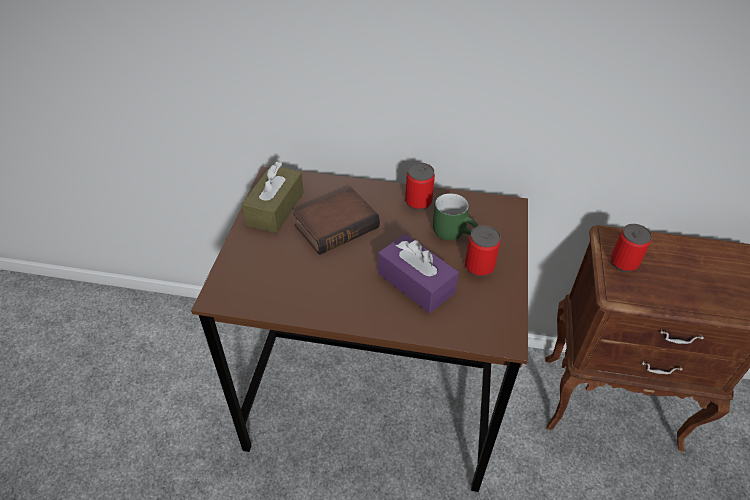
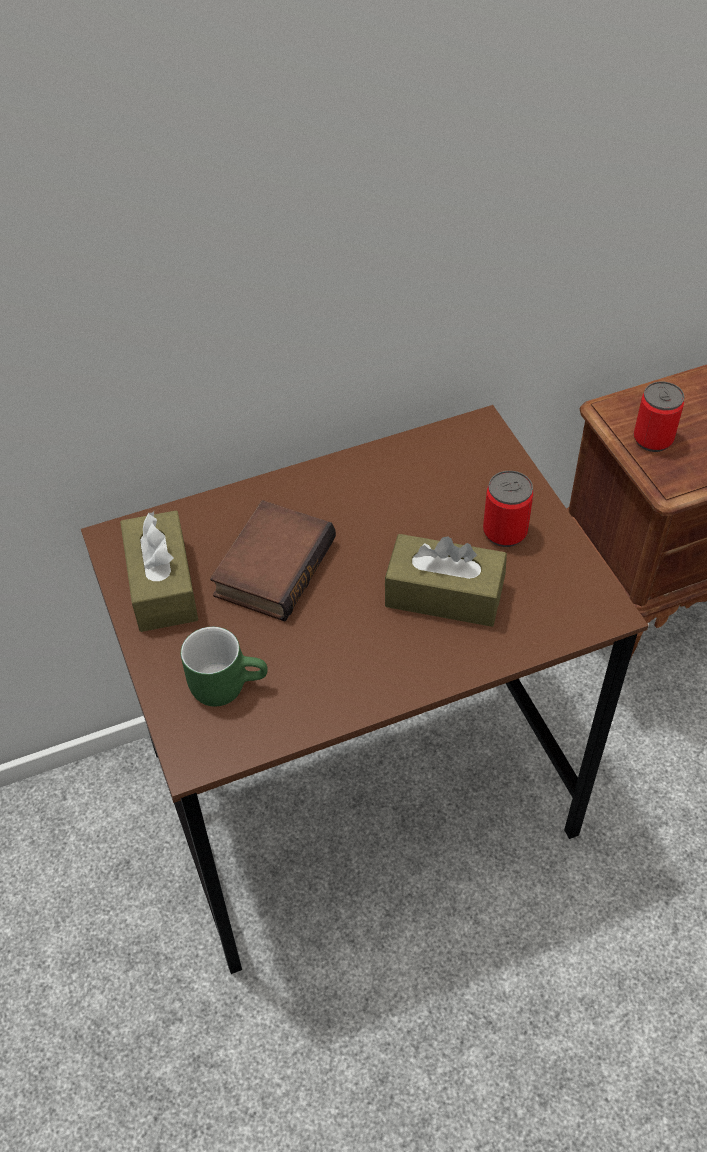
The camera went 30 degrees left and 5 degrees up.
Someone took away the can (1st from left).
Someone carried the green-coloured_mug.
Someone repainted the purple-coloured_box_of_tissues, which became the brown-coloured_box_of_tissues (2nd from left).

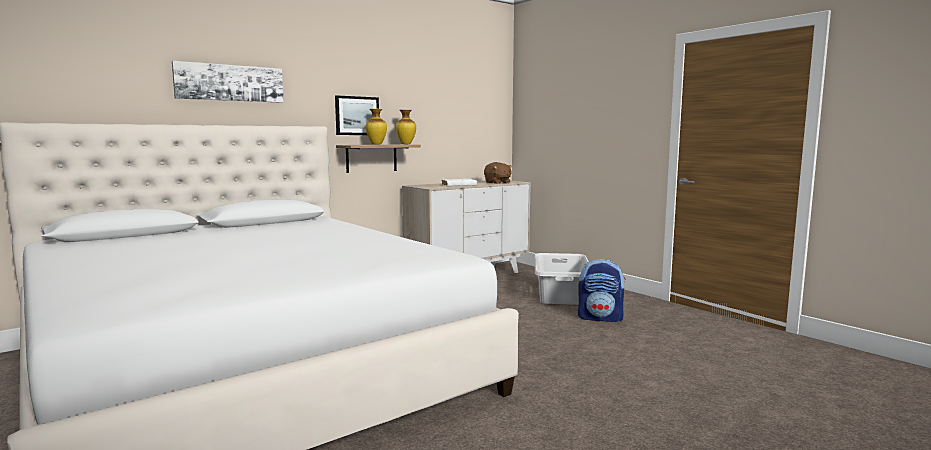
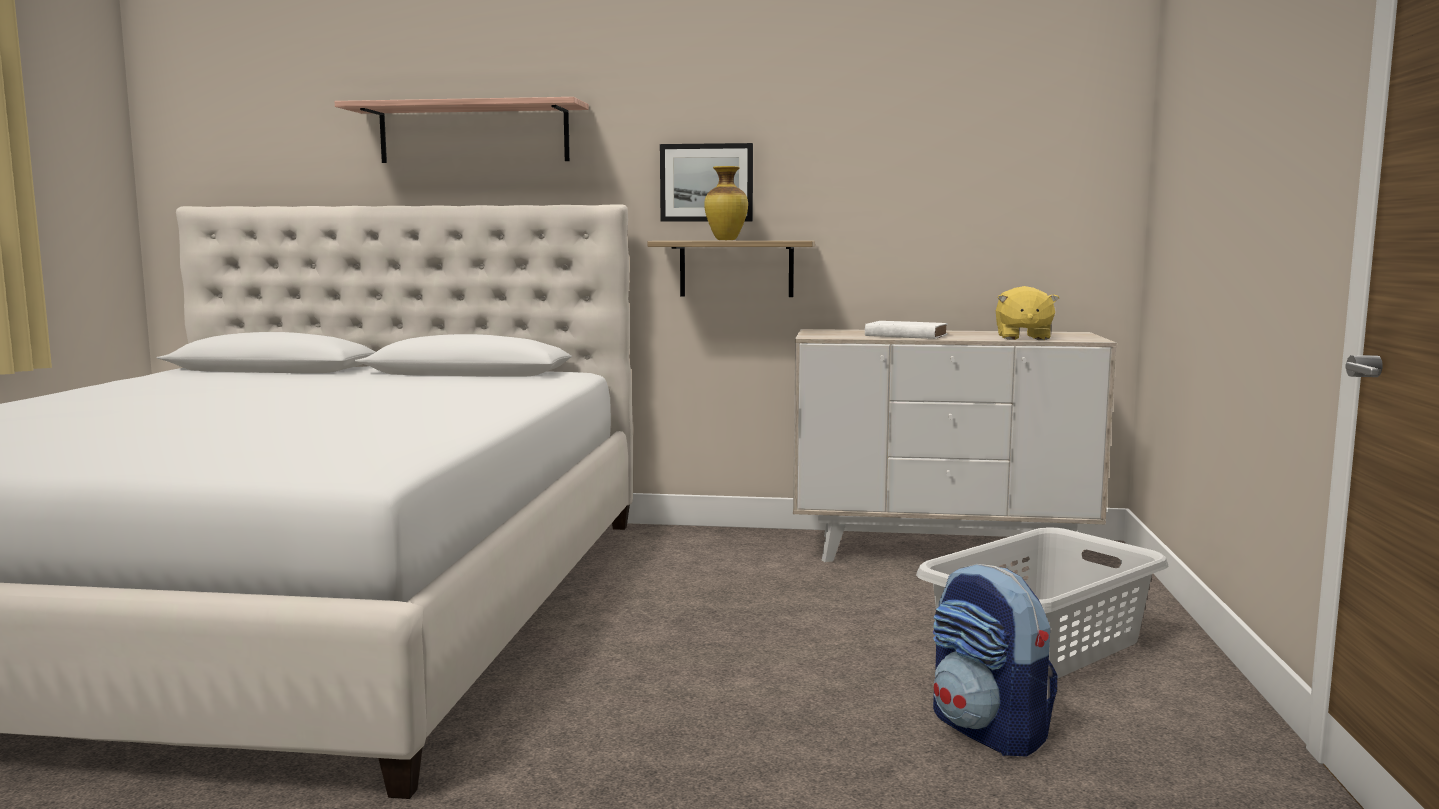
The camera went 45 degrees right and 0 degrees up.
Someone swapped the wall_art (1st from left) for the shelf (1st from left).
Someone took away the decorative_vase (2nd from left).
Someone repainted the brown-coloured_cuddly_toy, which became the yellow_cuddly_toy.

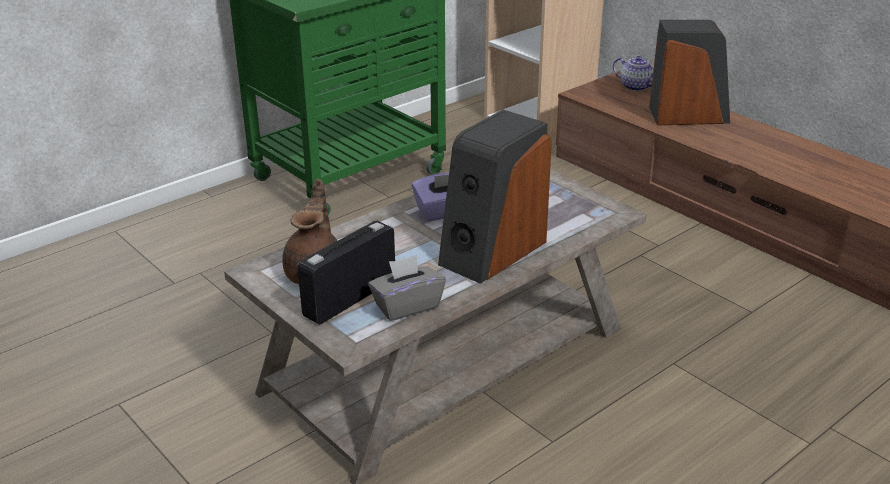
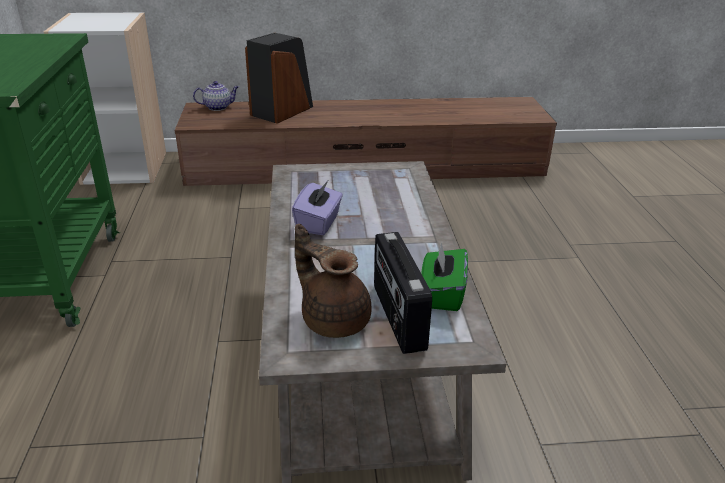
The camera went 55 degrees left and 0 degrees up.
Someone took away the speaker (1st from left).
Someone repainted the greyish_box_of_tissues, which became the green-coloured_box_of_tissues.

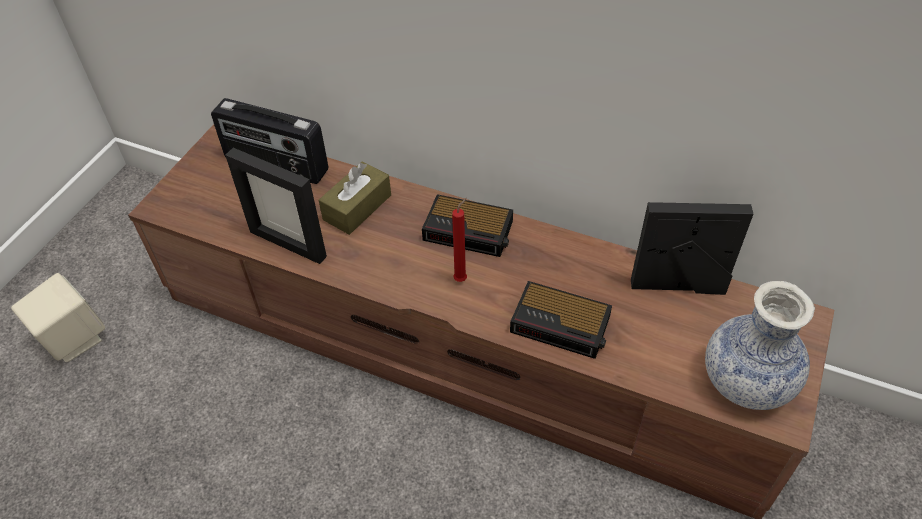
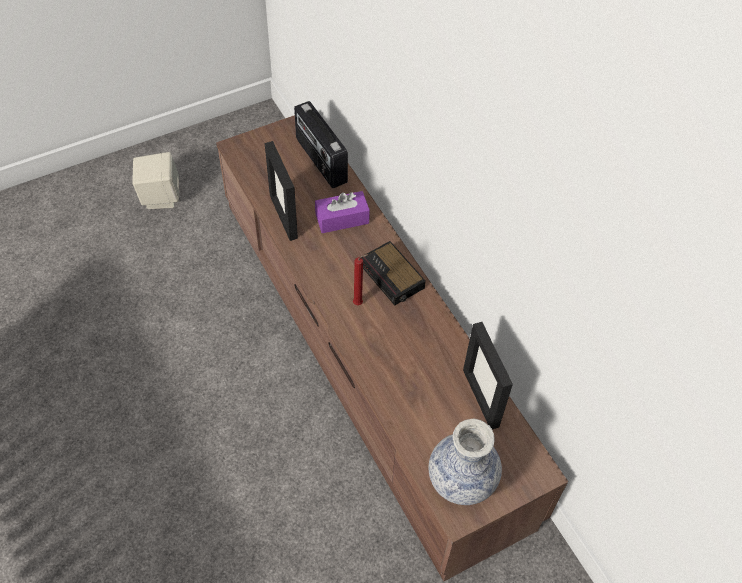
The camera went 35 degrees right and 5 degrees up.
Someone repainted the brown-coloured_box_of_tissues, which became the purple-coloured_box_of_tissues.
Someone rotated the photo_frame (2nd from left) by 150 degrees counterclockwise.
Someone took away the alarm_clock (2nd from left).

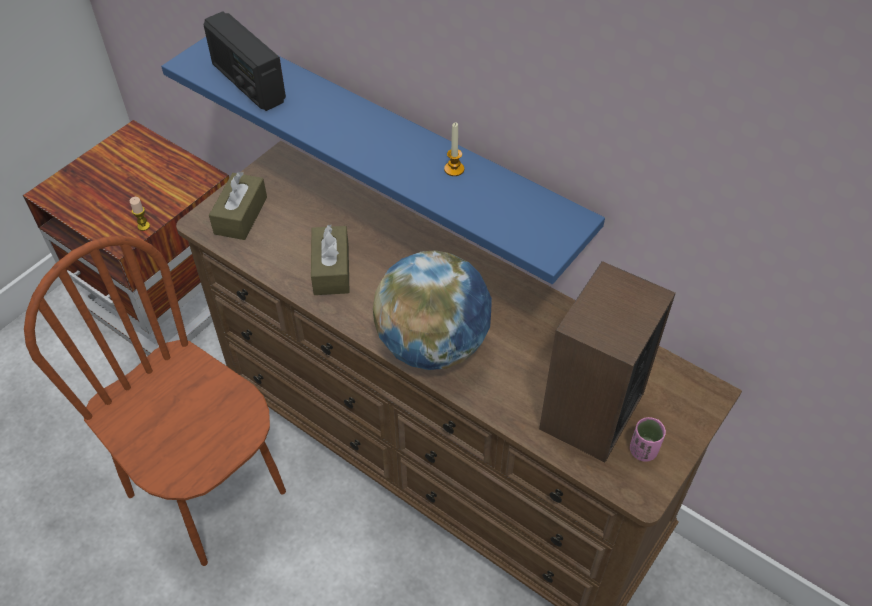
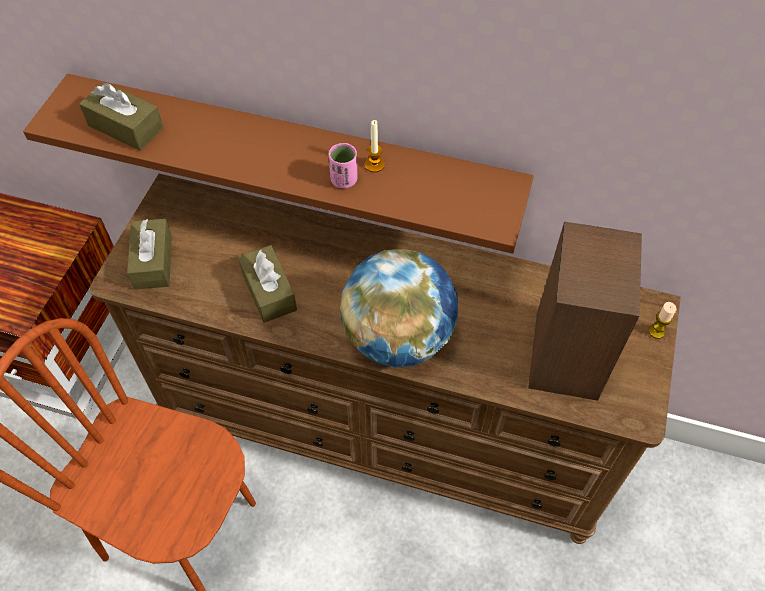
The camera went 20 degrees left and 5 degrees up.
Someone swapped the radio for the brown-coloured_box_of_tissues (1st from left).
Someone repainted the blue_shelf, which became the brown-coloured_shelf.
Someone carried the wax_candle (1st from left in the first image).
Someone carried the pinkish_cup.

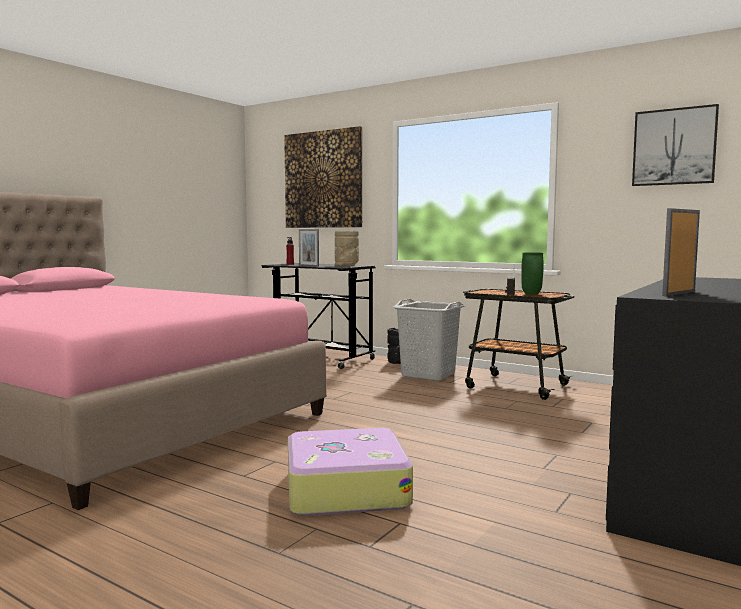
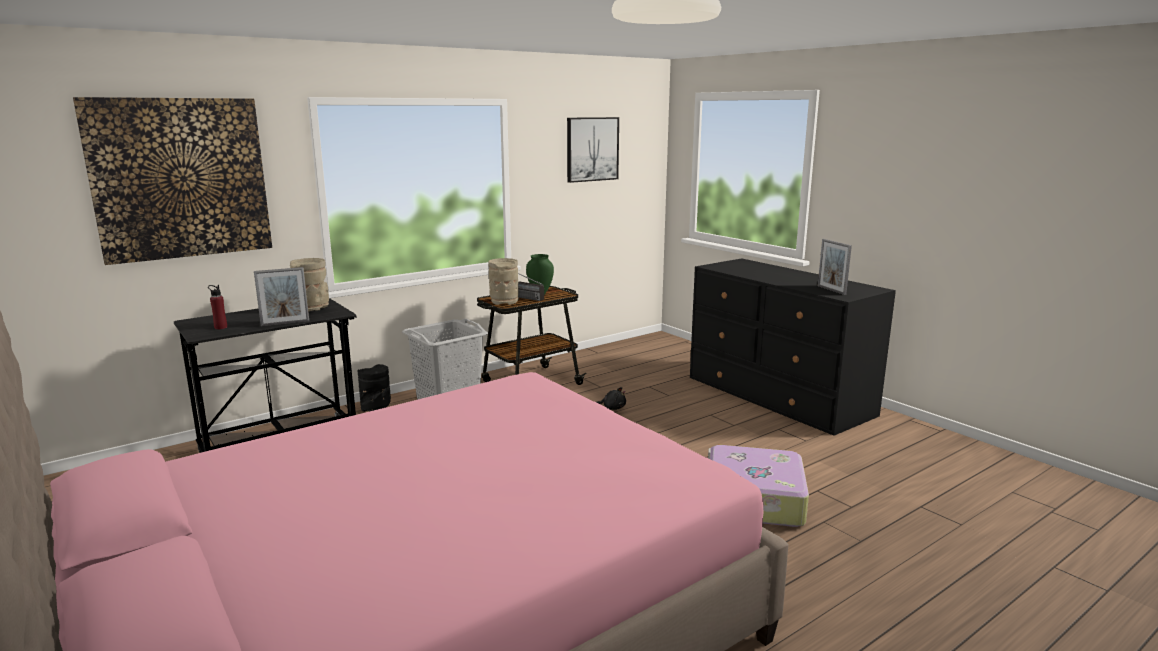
The camera went 70 degrees left and 10 degrees up.
Someone put down the sand-coloured_decorative_vase (2nd from left).
Someone put down the blackish_cuddly_toy.

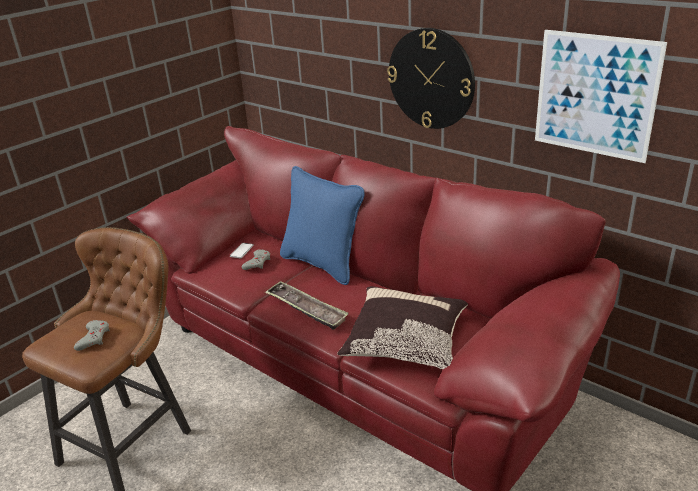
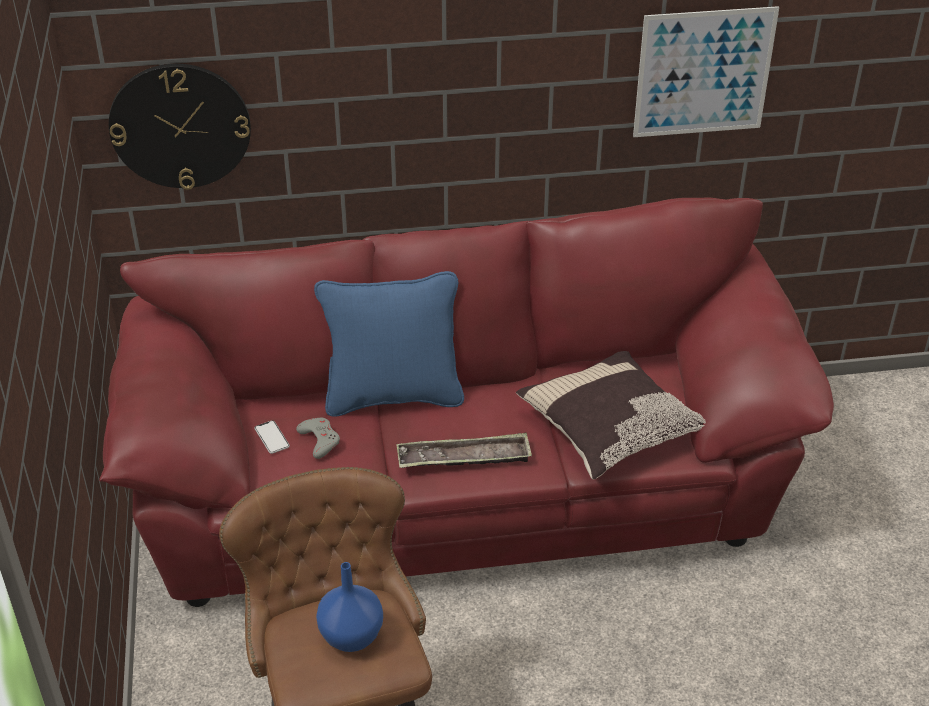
The camera went 50 degrees left and 10 degrees up.
Someone carried the wall_clock.
Someone swapped the greyish_game_controller (1st from left) for the blue_decorative_vase.

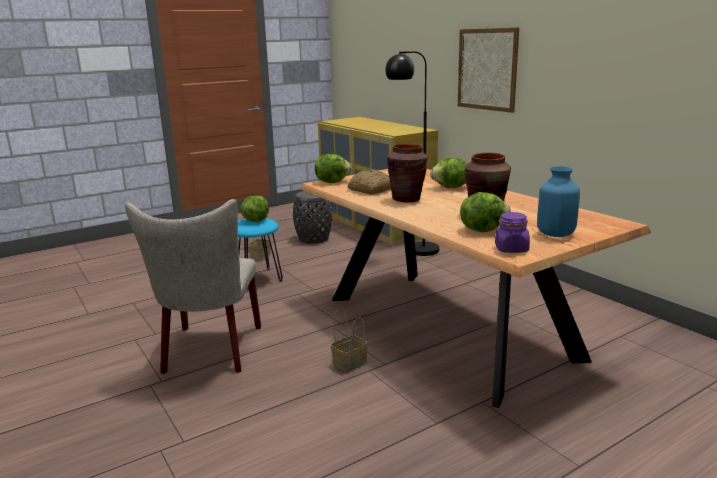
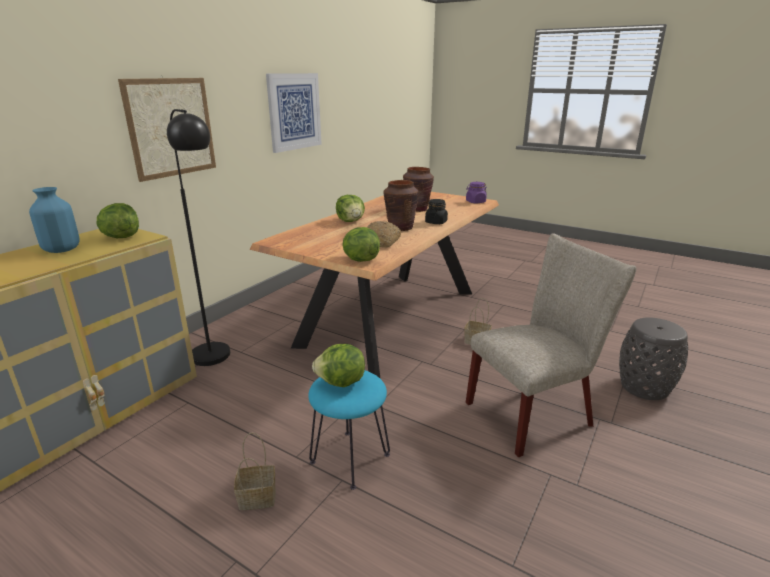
The camera went 115 degrees left and 5 degrees up.
Someone carried the blue_decorative_vase.
Someone carried the greyish_stool.
Someone carried the lettuce_head (4th from left in the first image).
Someone put up the wall_art (2nd from left).
Someone put down the blackish_storage_jar.

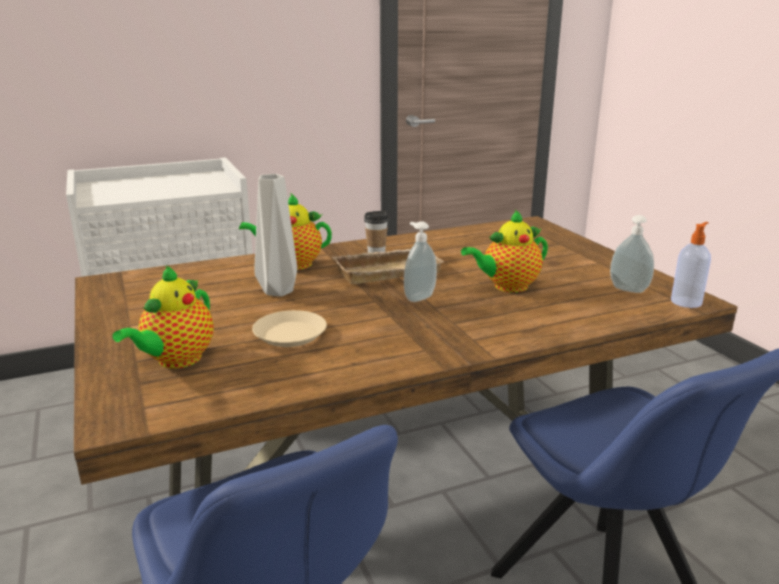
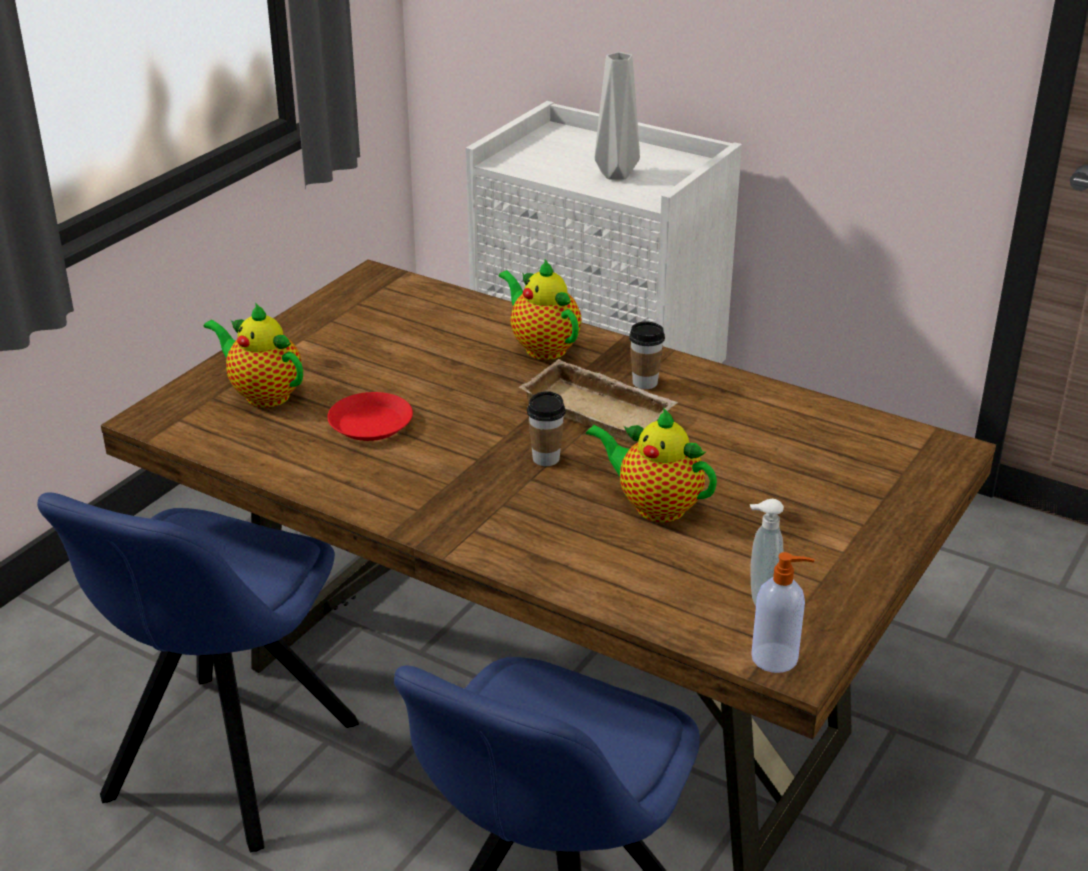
The camera went 55 degrees right and 10 degrees up.
Someone carried the greyish_decorative_vase.
Someone swapped the soap_bottle (1st from left) for the cup (1st from left).
Someone rotated the tea_pot (1st from left) by 45 degrees clockwise.
Someone repainted the sand-coloured_dinner_plate, which became the red_dinner_plate.

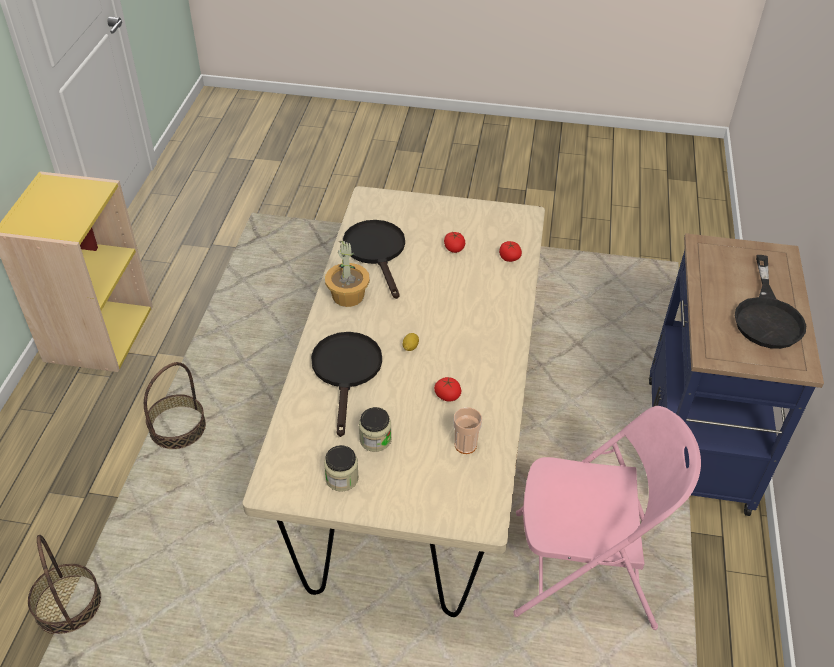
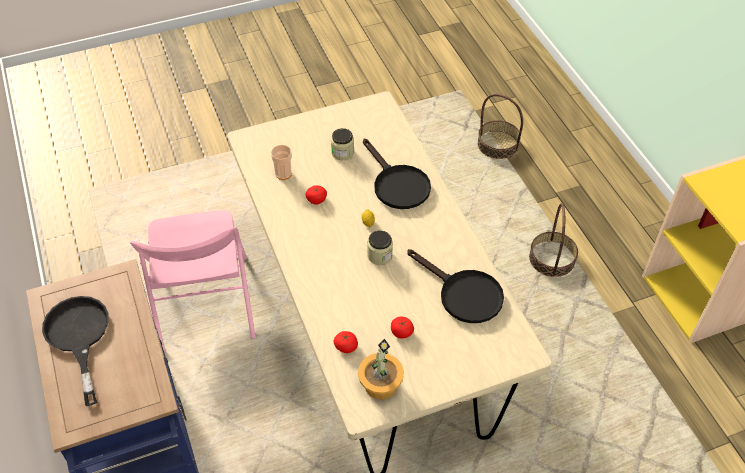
The camera went 150 degrees right and 5 degrees up.
Someone carried the potted_plant.
Someone rotated the pinkish_plain_chair by 75 degrees counterclockwise.
Someone carried the storage_jar (1st from left in the first image).

